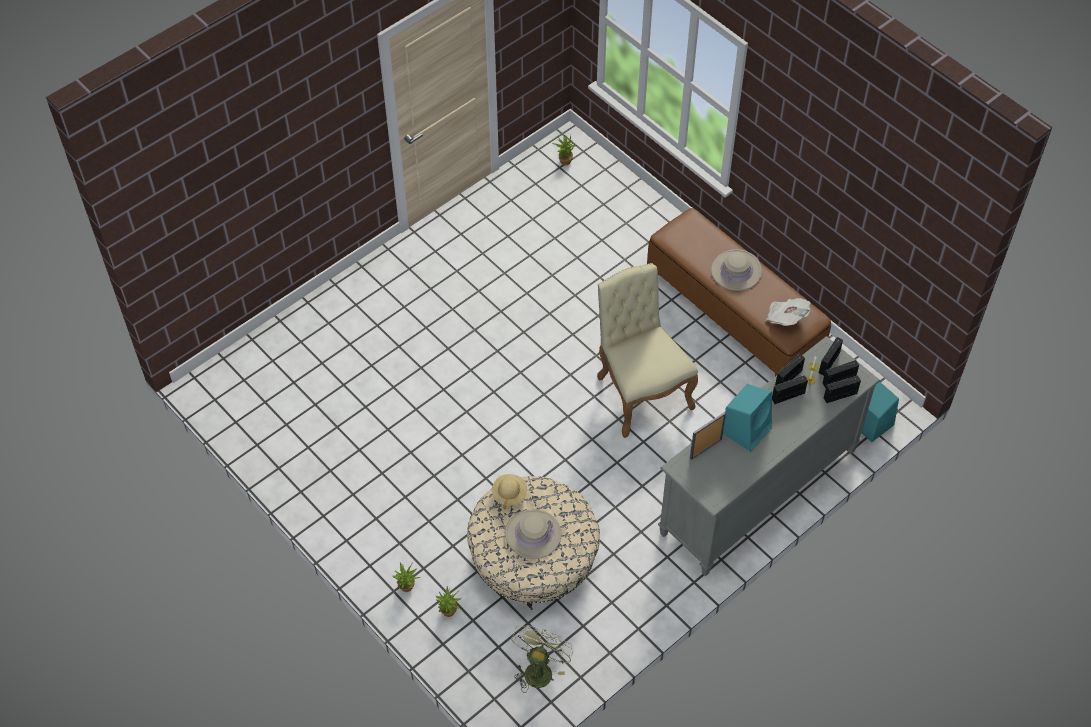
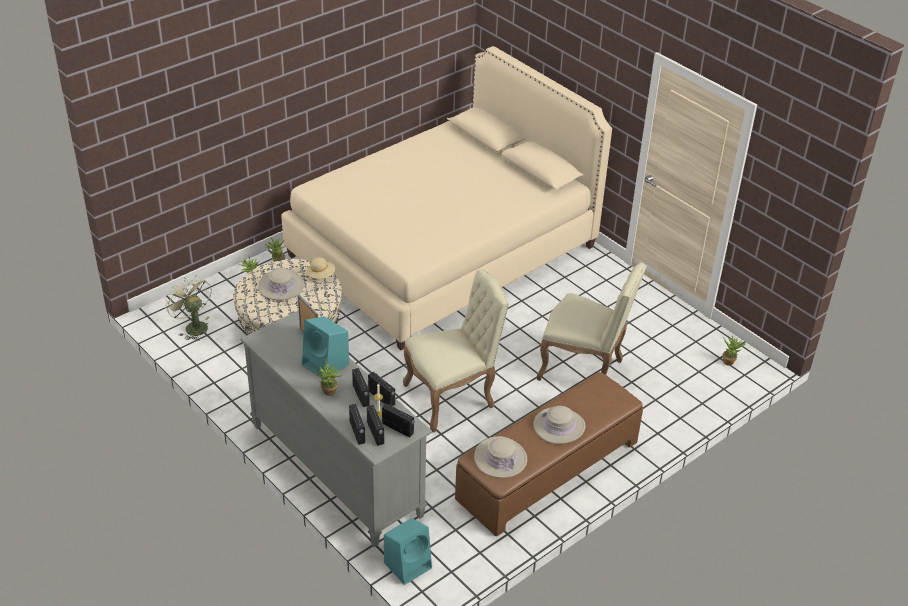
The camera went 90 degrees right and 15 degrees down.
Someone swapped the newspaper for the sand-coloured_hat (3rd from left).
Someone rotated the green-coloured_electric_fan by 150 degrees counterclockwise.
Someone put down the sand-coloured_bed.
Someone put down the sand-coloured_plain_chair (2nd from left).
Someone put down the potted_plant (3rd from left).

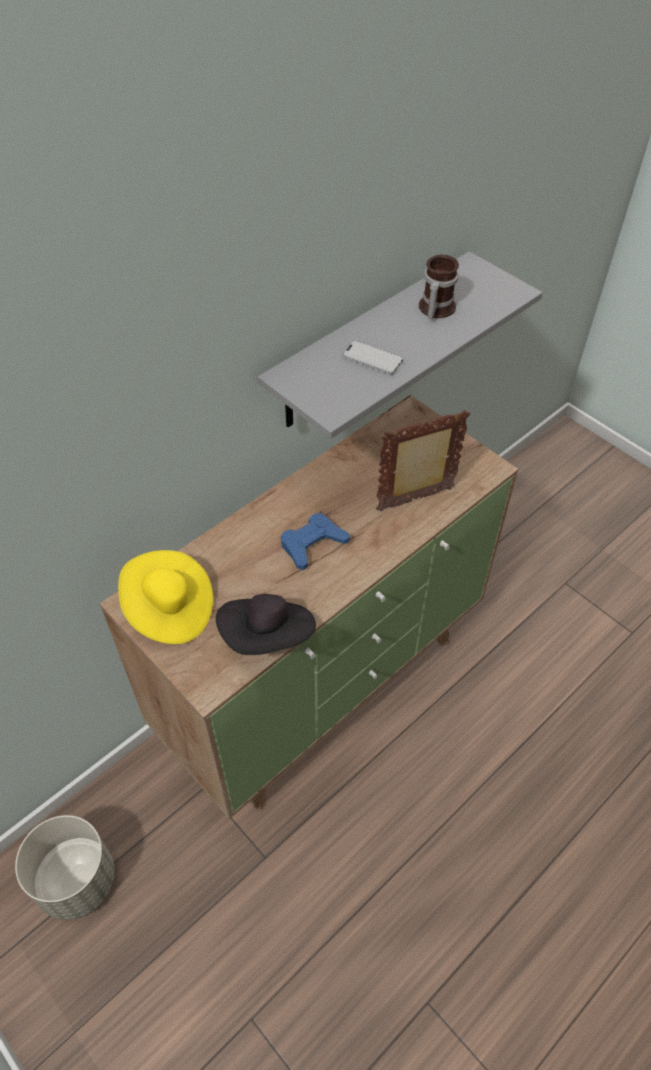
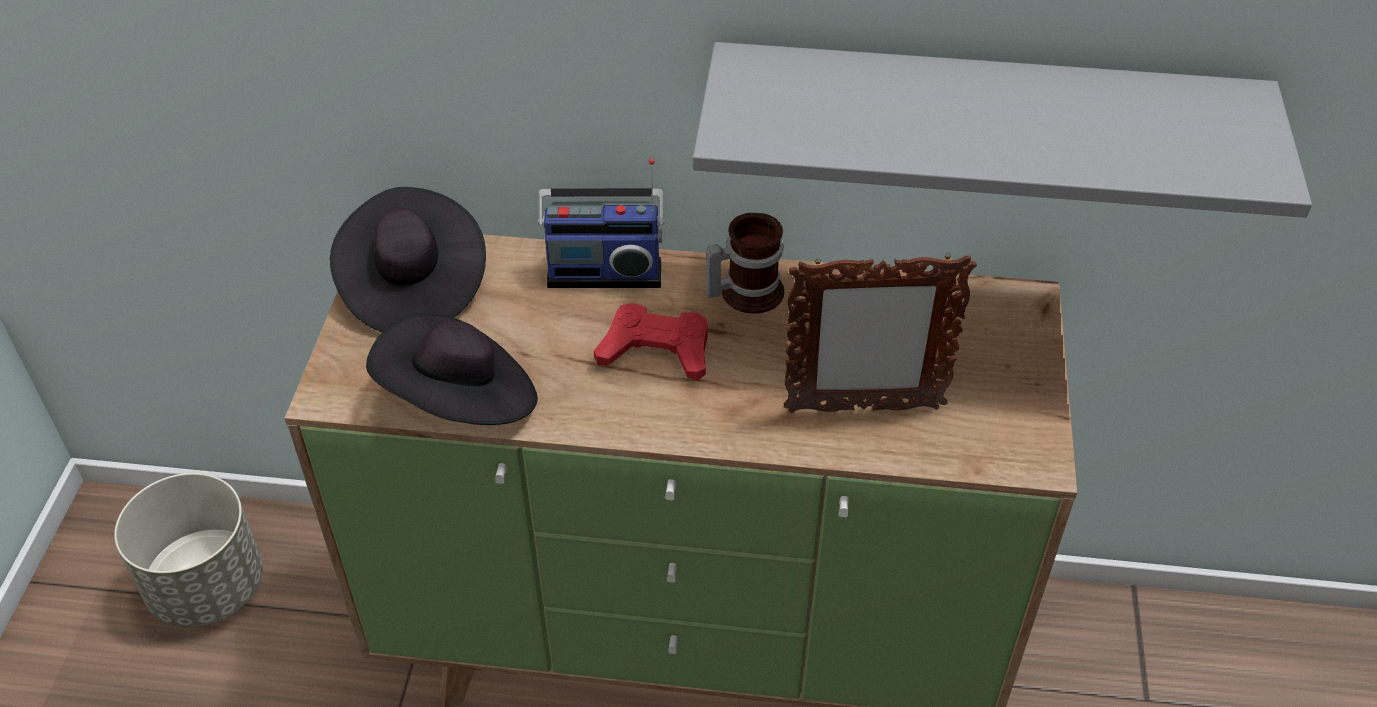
The camera went 50 degrees right and 5 degrees down.
Someone carried the mug.
Someone took away the handset.
Someone rotated the photo_frame by 150 degrees clockwise.
Someone repainted the blue_game_controller, which became the red_game_controller.
Someone repainted the yellow_hat, which became the blackish_hat (1st from left).
Someone put down the radio.

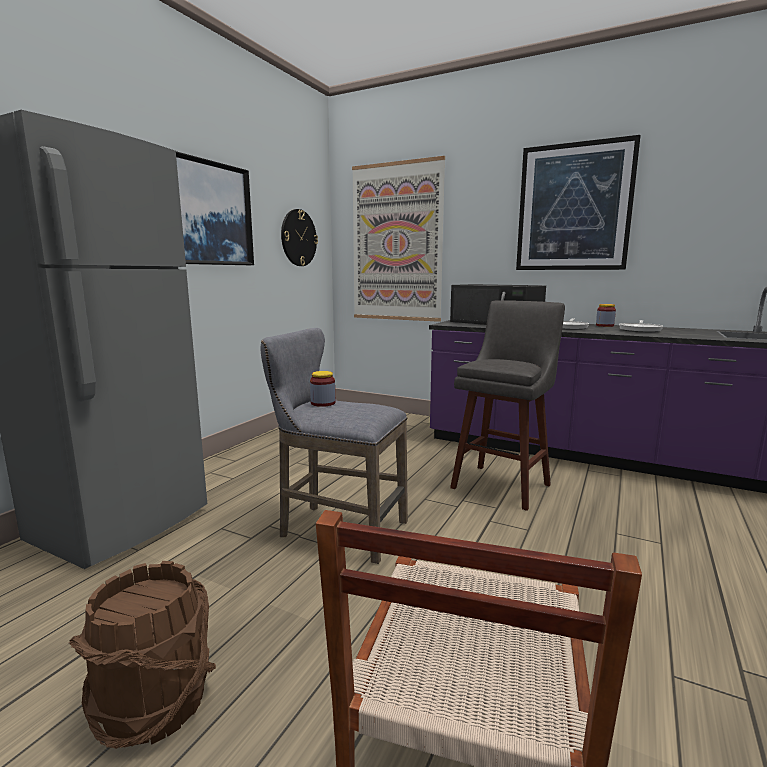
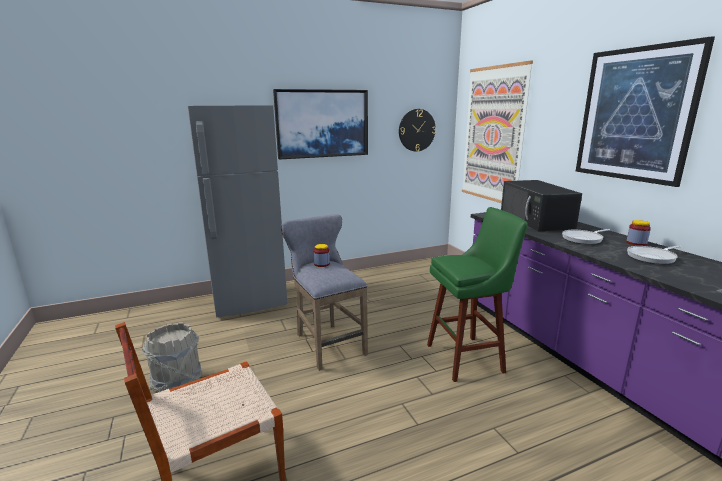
The camera went 40 degrees right and 5 degrees up.
Someone repainted the greyish_stool (2nd from left), which became the green-coloured_stool.
Someone repainted the brown-coloured_bucket, which became the greyish_bucket.

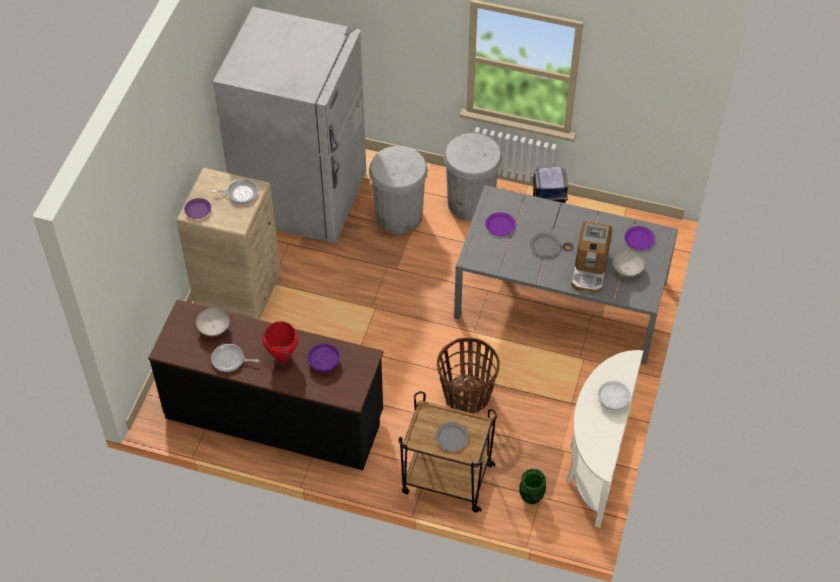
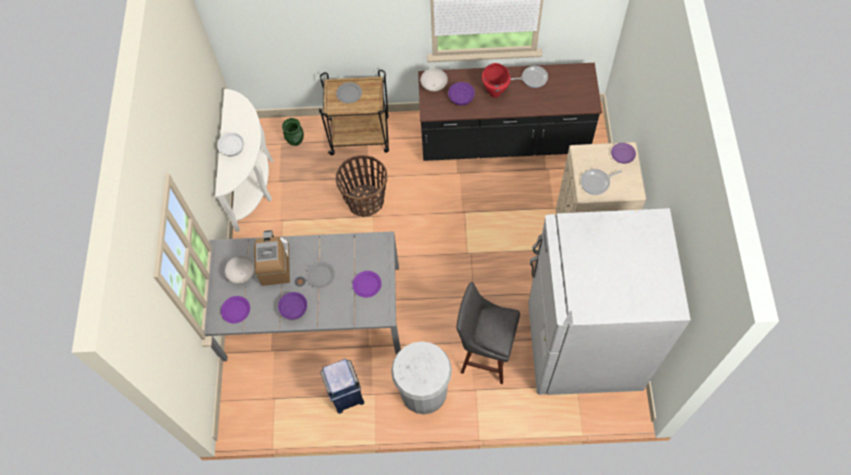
The camera went 165 degrees right and 10 degrees up.
Someone swapped the white-coloured_trash_can (1st from left) for the greyish_stool.
Someone carried the white-coloured_bowl (1st from left in the first image).
Someone put down the purple-coloured_bowl (1st from left).

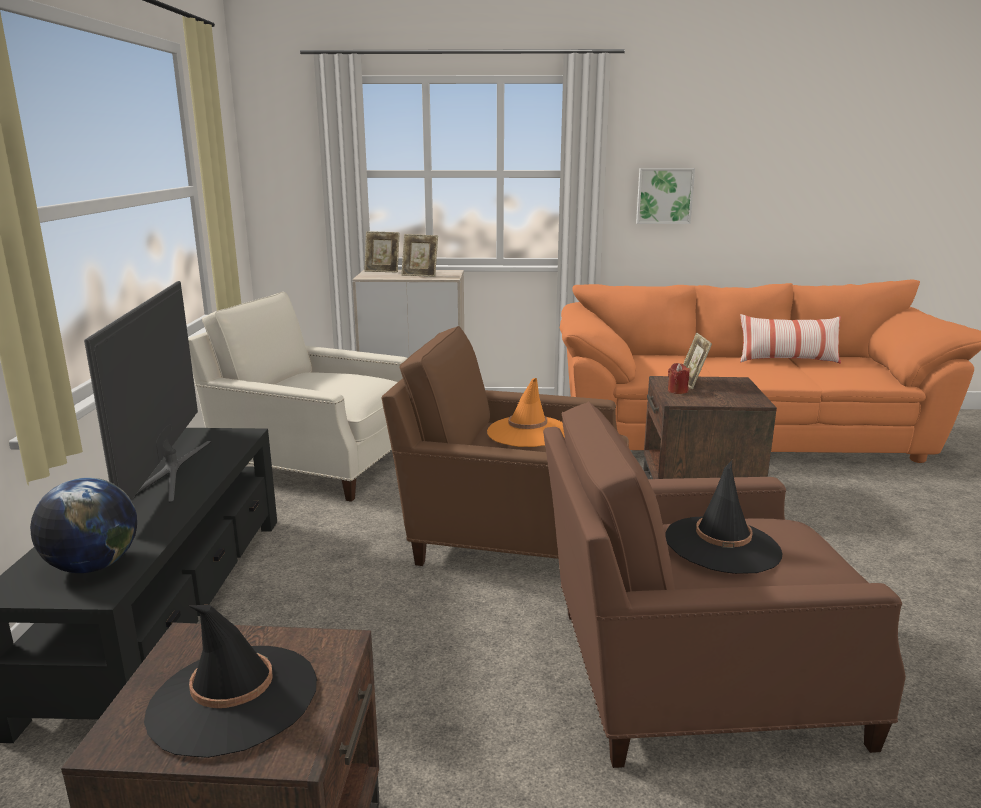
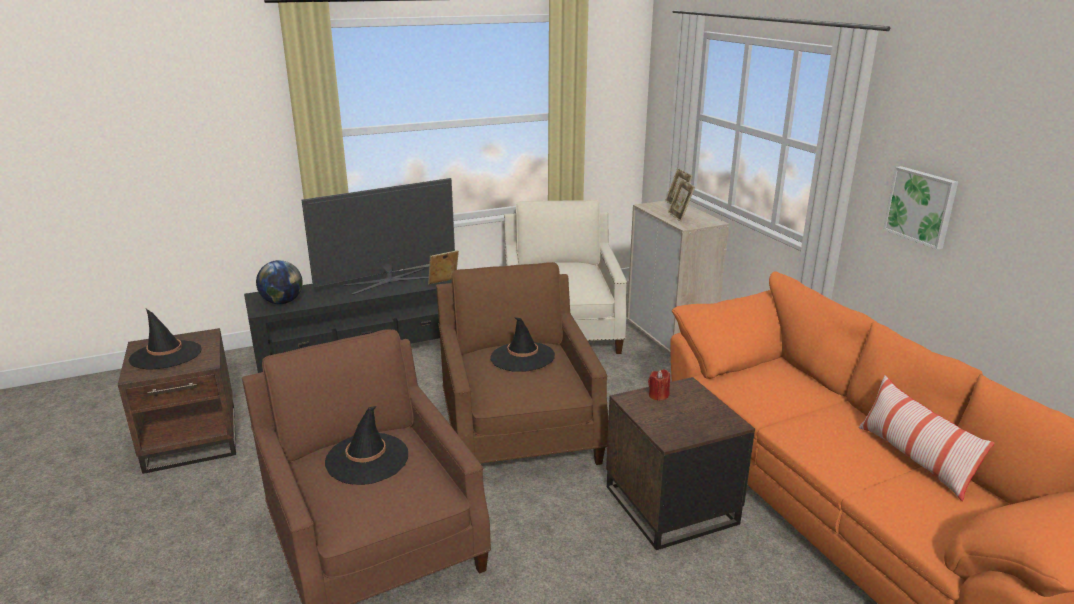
The camera went 65 degrees right and 5 degrees up.
Someone carried the photo_frame (3rd from left in the first image).
Someone repainted the orange_hat, which became the blackish_hat (3rd from left).

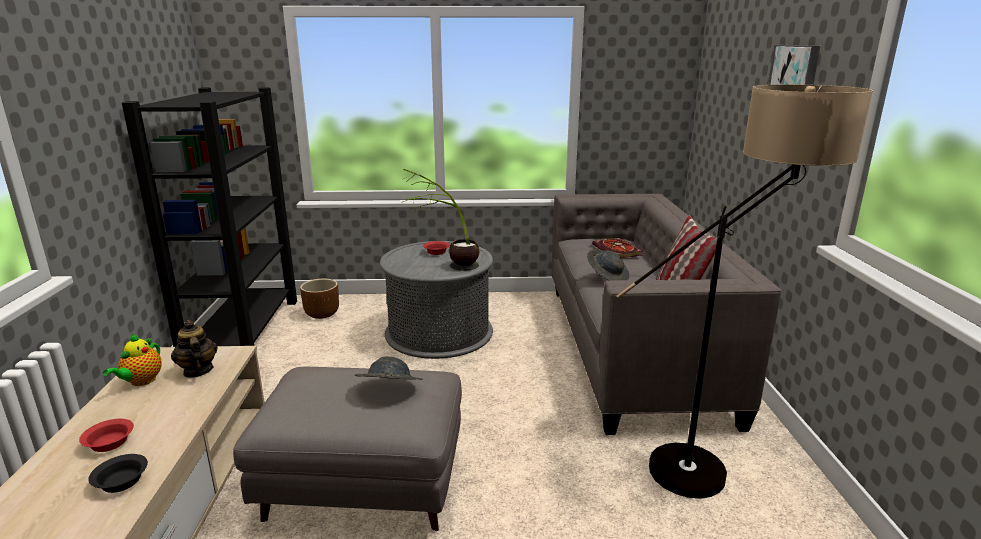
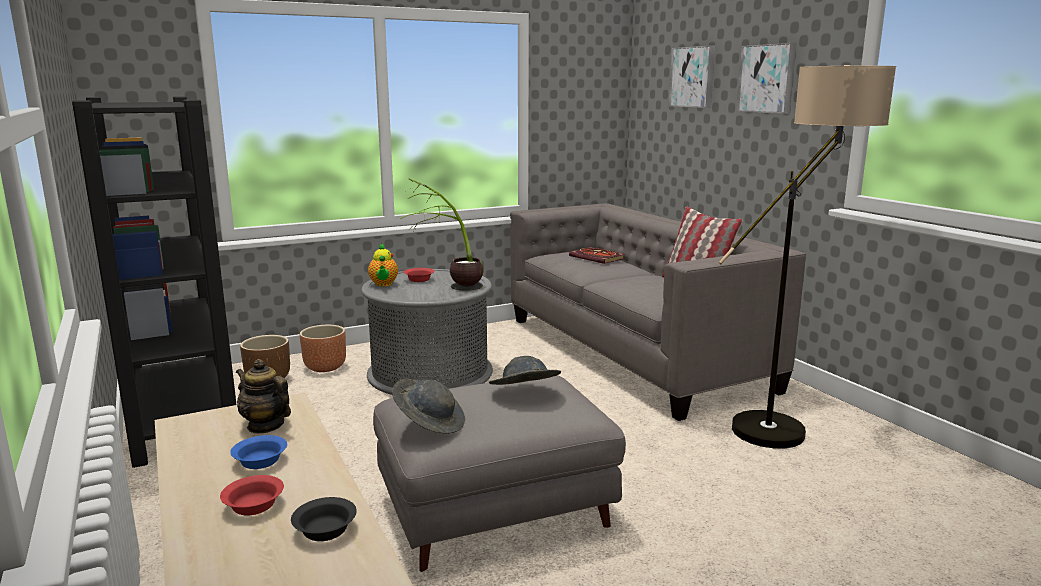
The camera went 25 degrees left and 5 degrees down.
Someone carried the greyish_hat (2nd from left in the first image).
Someone carried the tea_pot (1st from left in the first image).
Someone put up the wall_art (1st from left).
Someone put down the brown-coloured_plant_pot (2nd from left).
Someone put down the blue_bowl.

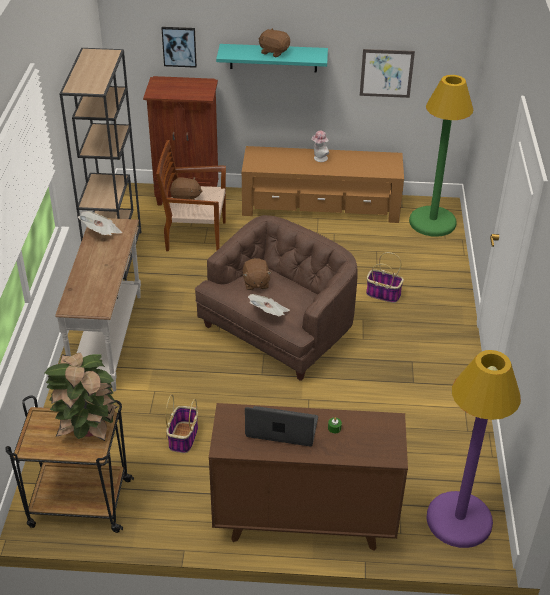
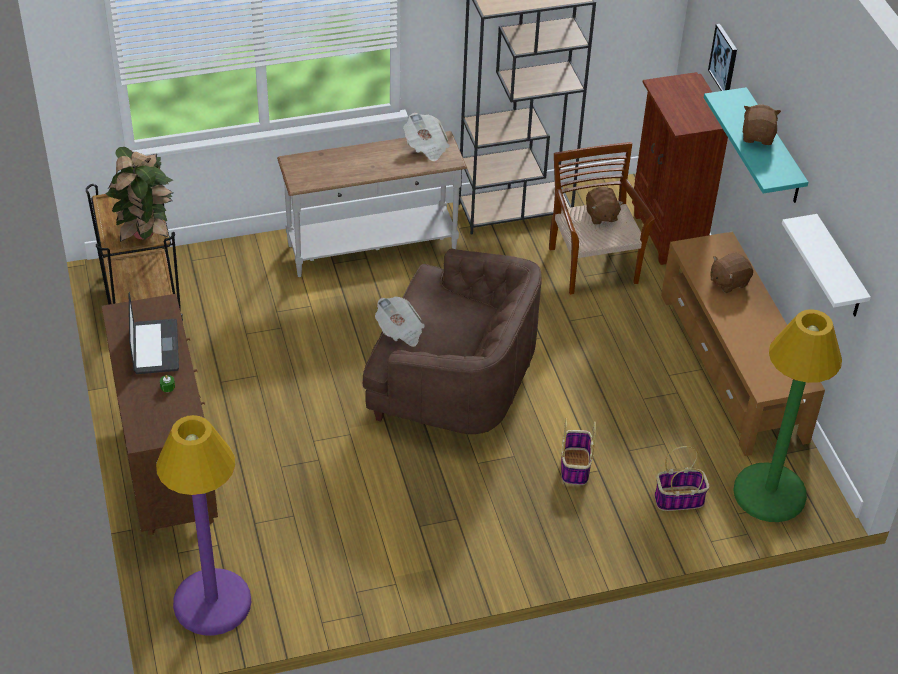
The camera went 70 degrees right and 5 degrees up.
Someone swapped the wall_art (2nd from left) for the white-coloured_shelf.
Someone took away the hat.
Someone carried the brown-coloured_cuddly_toy (2nd from left).
Someone carried the household_basket (1st from left in the first image).

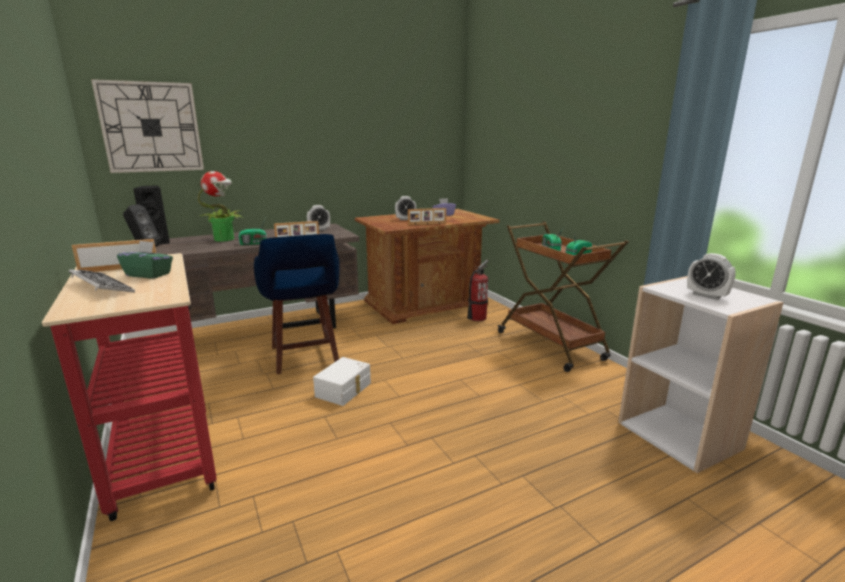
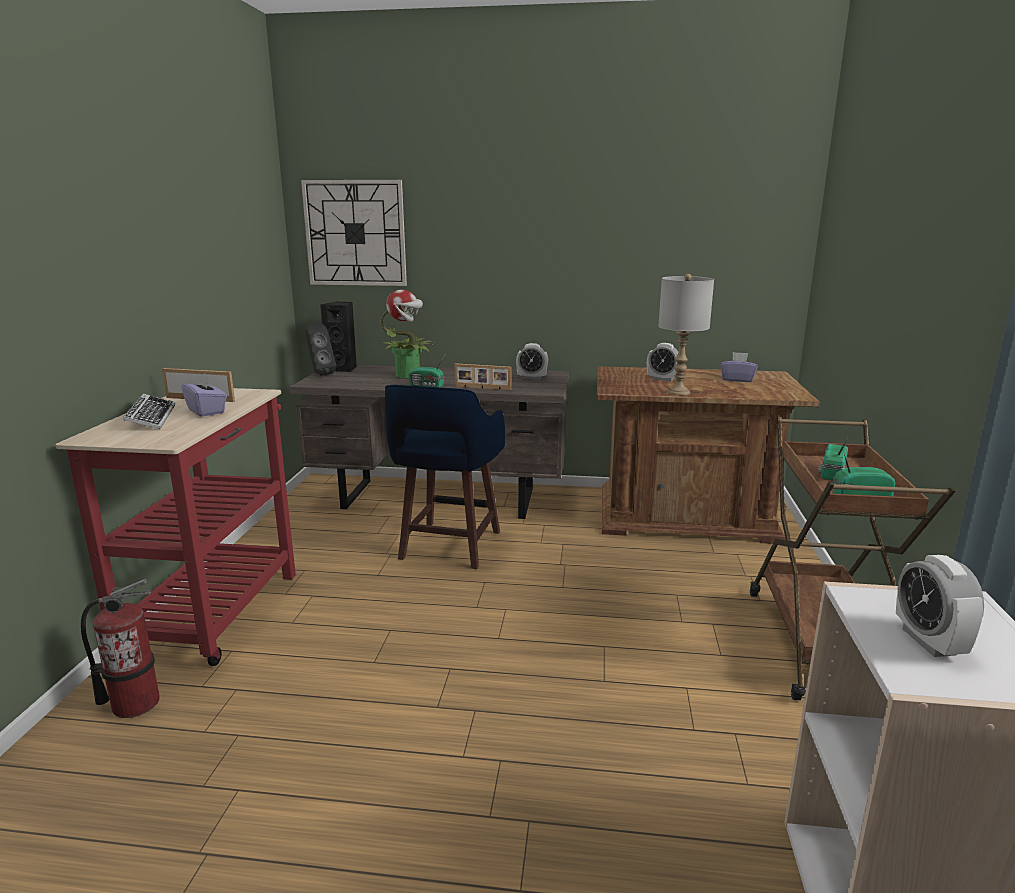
The camera went 35 degrees right and 0 degrees up.
Someone swapped the photo_frame (3rd from left) for the greyish_tabletop_lamp.
Someone repainted the green-coloured_box_of_tissues, which became the purple-coloured_box_of_tissues (1st from left).
Someone carried the fire_extinguisher.
Someone took away the white-coloured_storage_container.

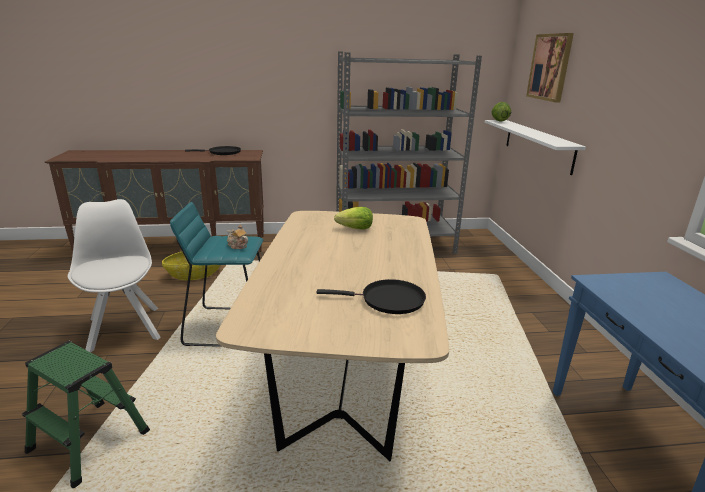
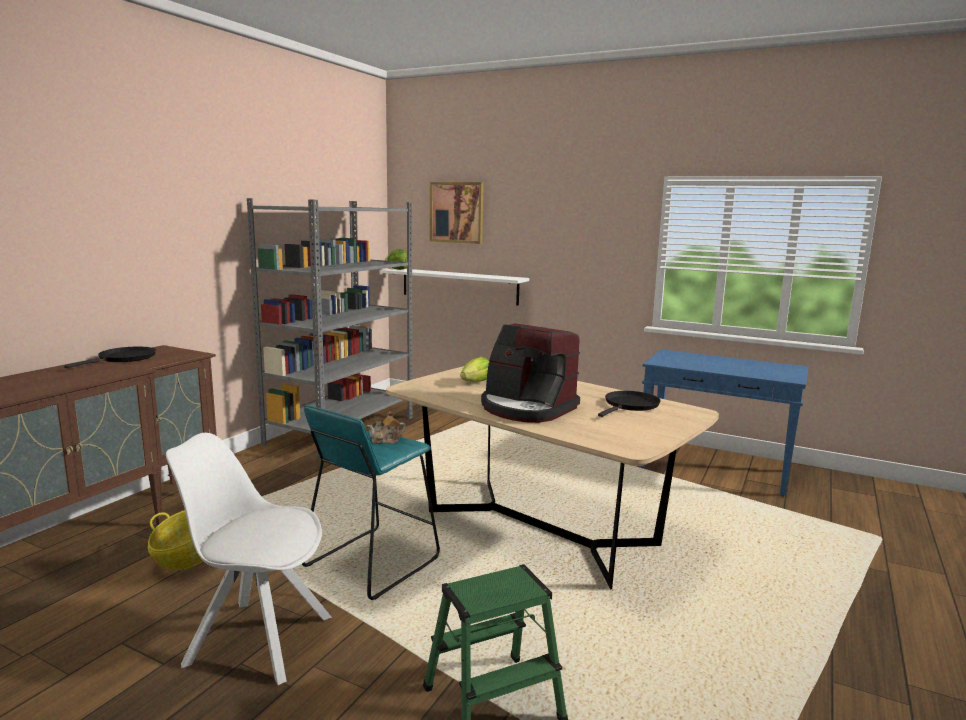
The camera went 55 degrees left and 10 degrees down.
Someone put down the coffee_brewer.

